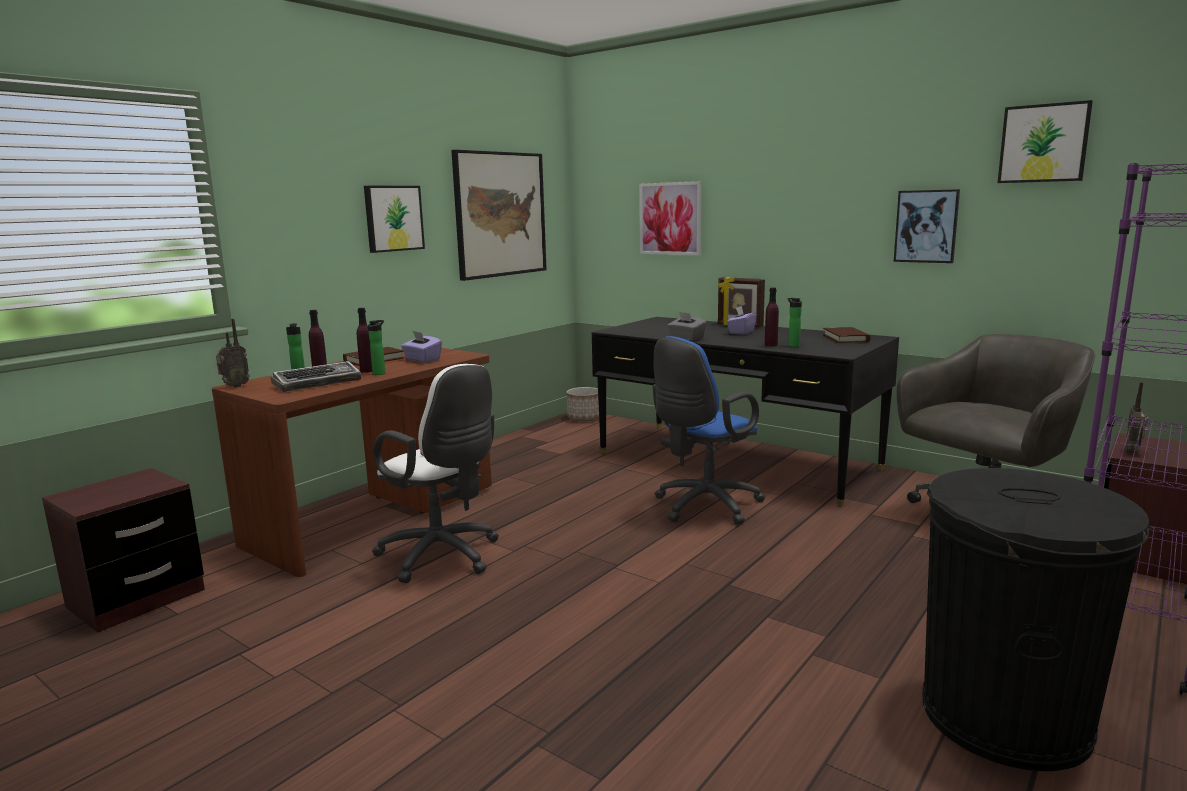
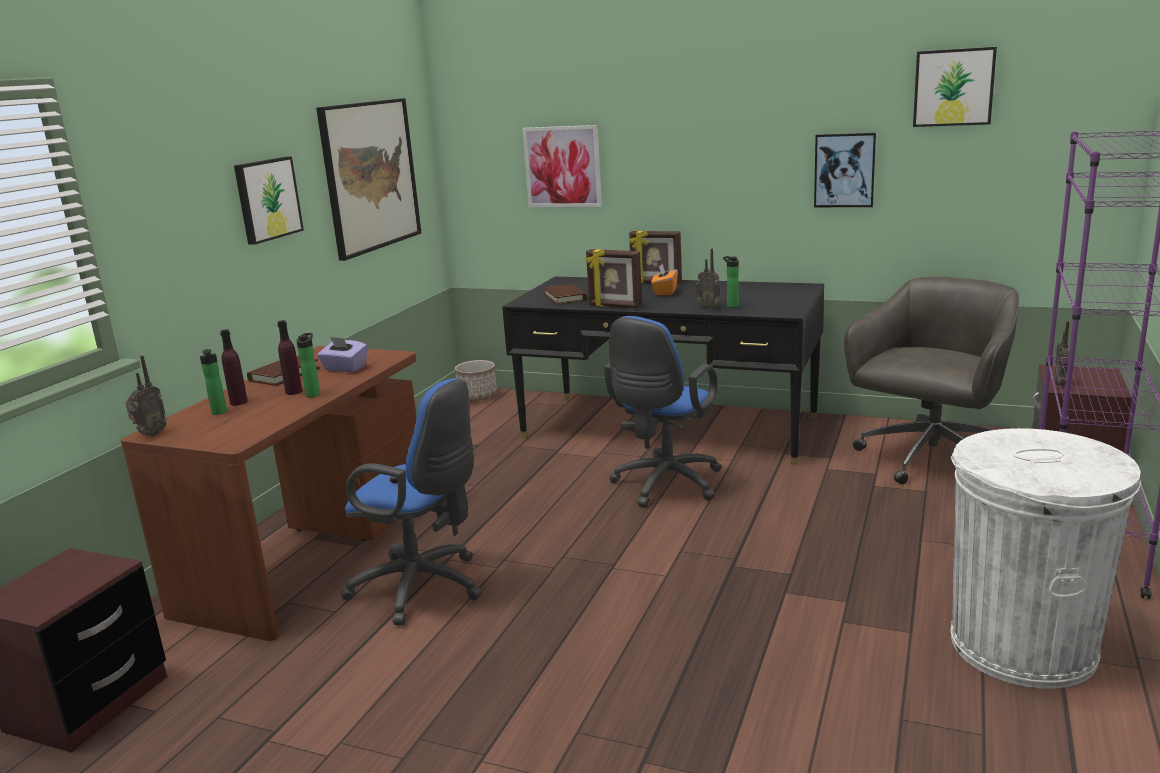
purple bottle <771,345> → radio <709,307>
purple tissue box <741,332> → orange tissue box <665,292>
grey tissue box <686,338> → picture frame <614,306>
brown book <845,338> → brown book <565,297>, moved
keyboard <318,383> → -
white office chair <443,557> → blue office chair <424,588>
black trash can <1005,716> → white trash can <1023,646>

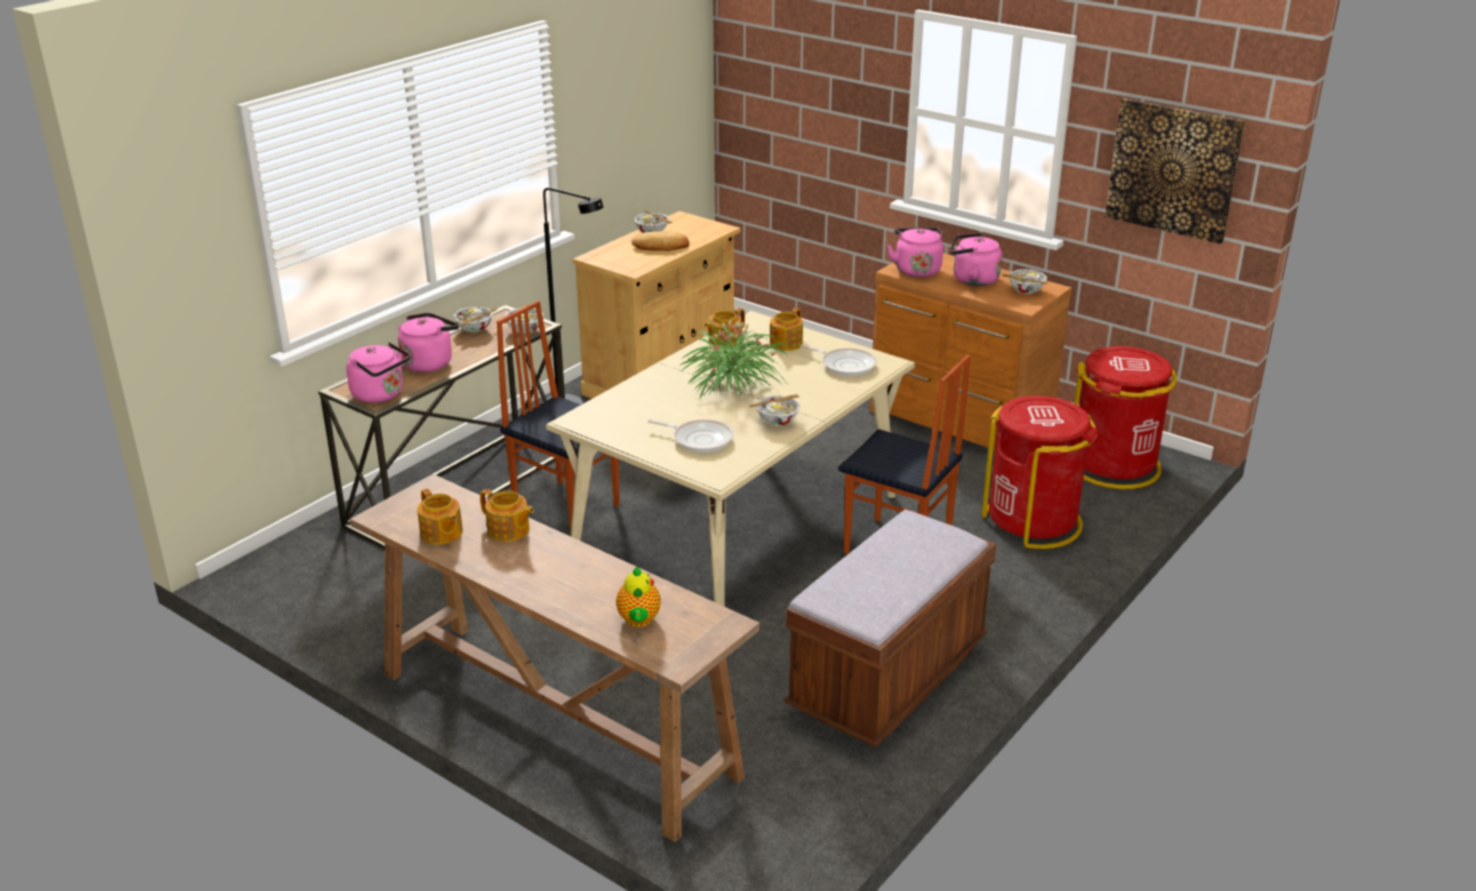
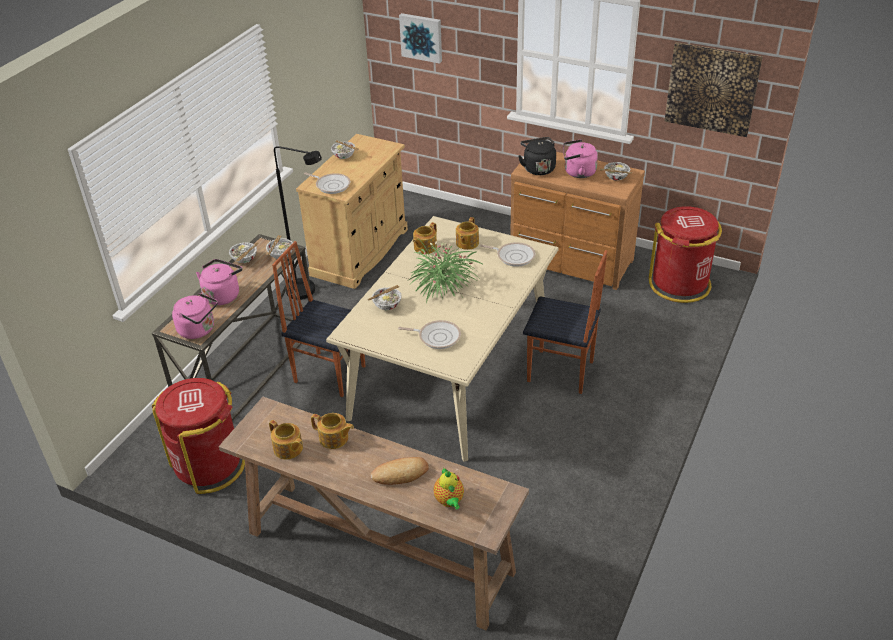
pink kettle <916,270> → black kettle <538,168>
bread <661,246> → bread <400,474>, moved
bowl <777,421> → bowl <387,305>, moved
red trash can <1033,522> → red trash can <209,465>, moved
brown bench <888,679> → -
- → picture <421,37>
- → frying pan <331,185>

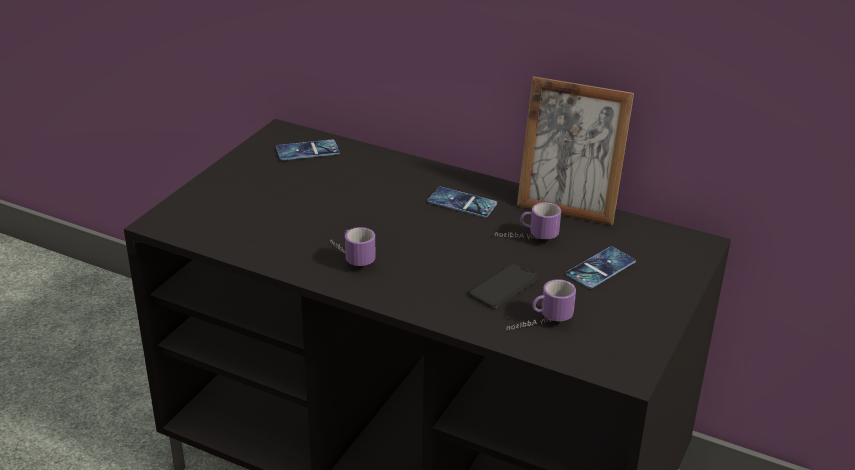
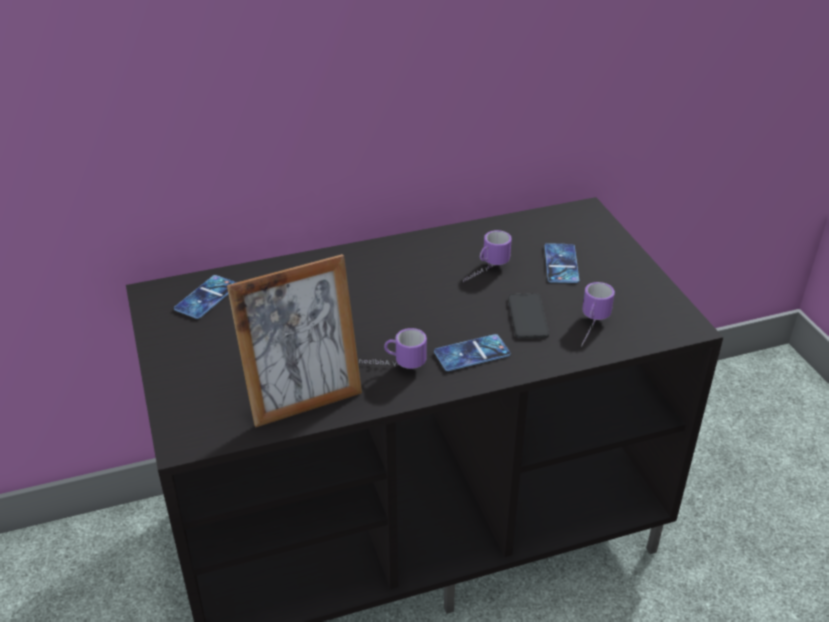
picture frame <567,208> → picture frame <303,399>, moved
phone <462,203> → phone <472,353>, moved

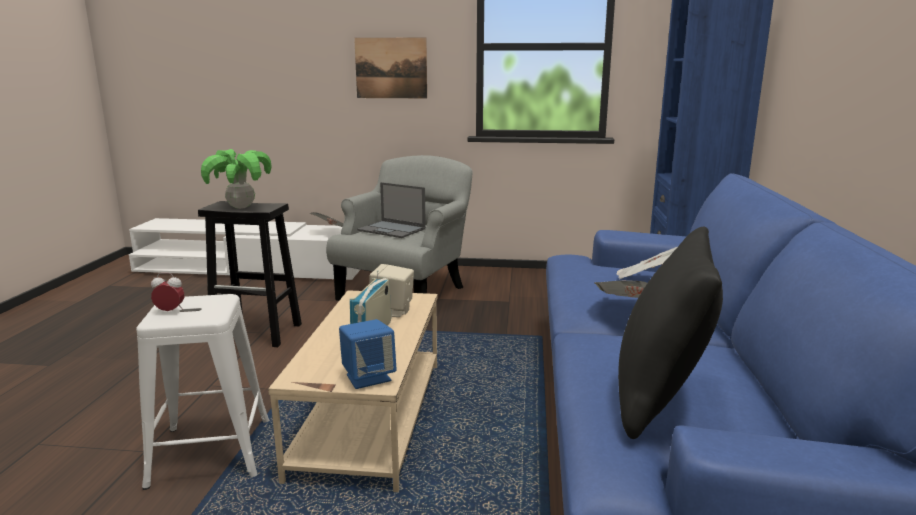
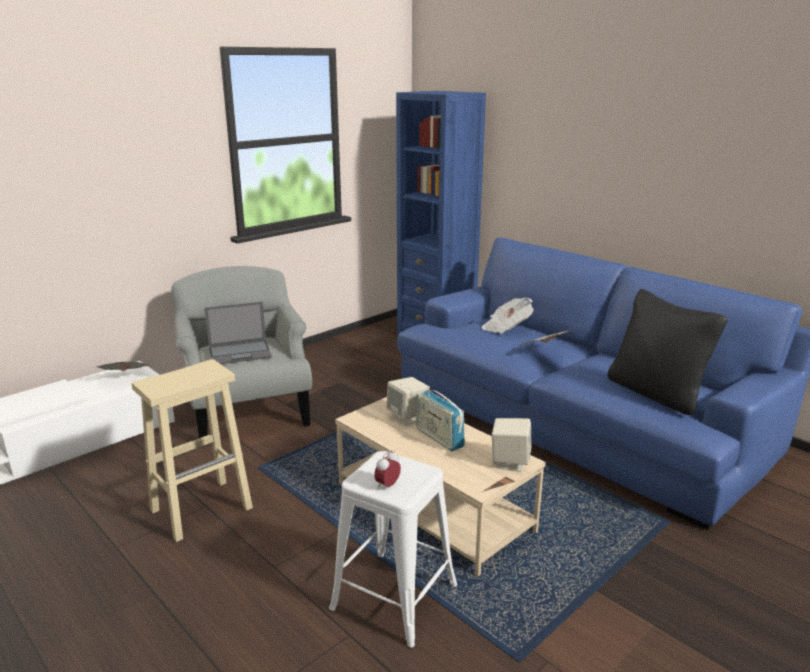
picture <391,68> → -
potted plant <241,207> → -
black stool <258,333> → beige stool <203,508>
blue speaker <368,377> → beige speaker <509,462>

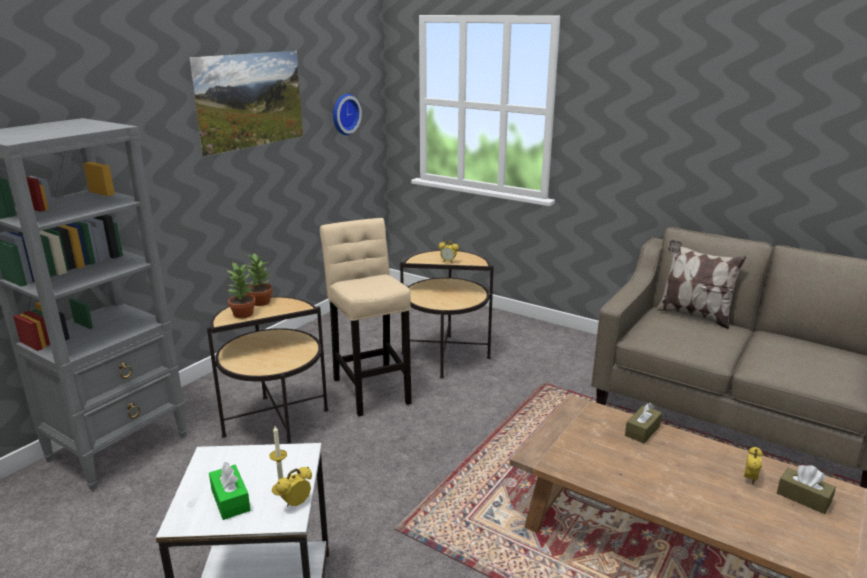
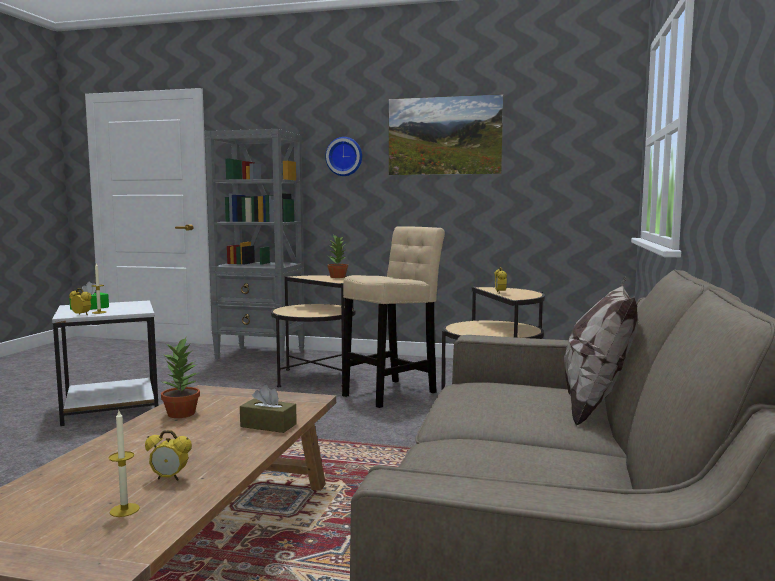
wall clock <344,114> → wall clock <344,156>, moved
potted plant <243,314> → potted plant <182,414>, moved
brown tissue box <803,498> → candle <124,510>

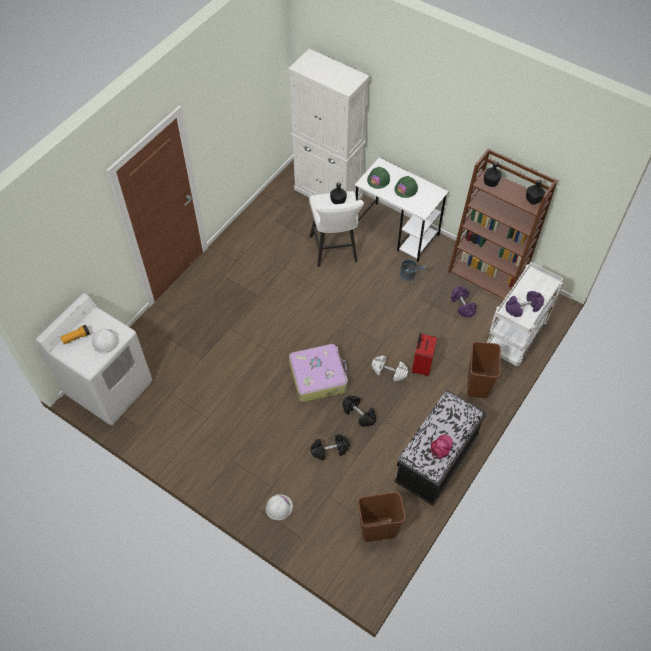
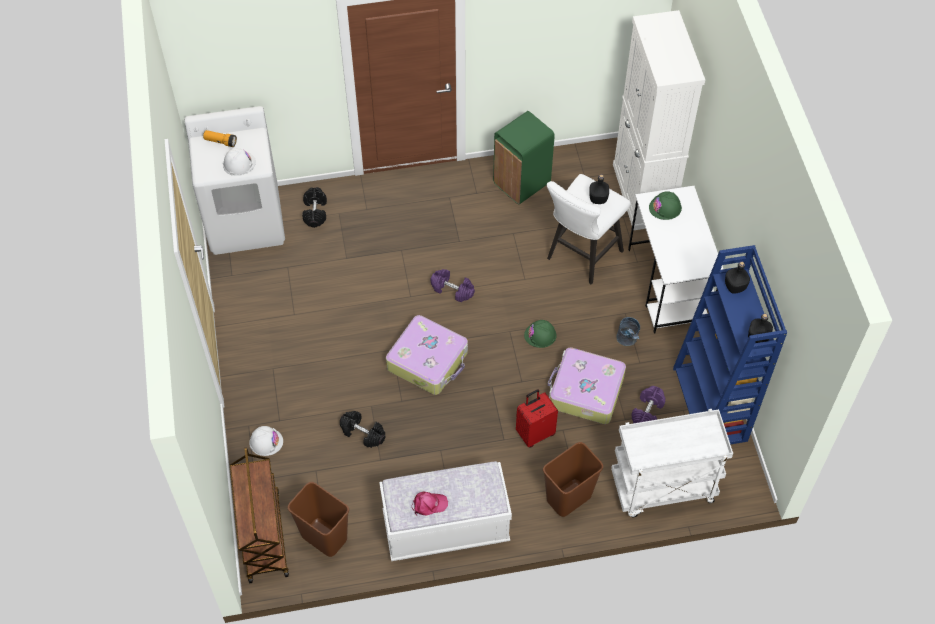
brown bookcase <487,275> → blue bookcase <711,405>
green hard hat <406,189> → green hard hat <540,335>, moved
purple dumbbell <523,307> → purple dumbbell <452,290>, moved
white dumbbell <389,372> → -
black bench <436,460> → white bench <446,528>
black dumbbell <359,414> → black dumbbell <315,212>, moved
- → green trash can <522,183>
- → suitcase <585,391>
- → brown cart <263,535>

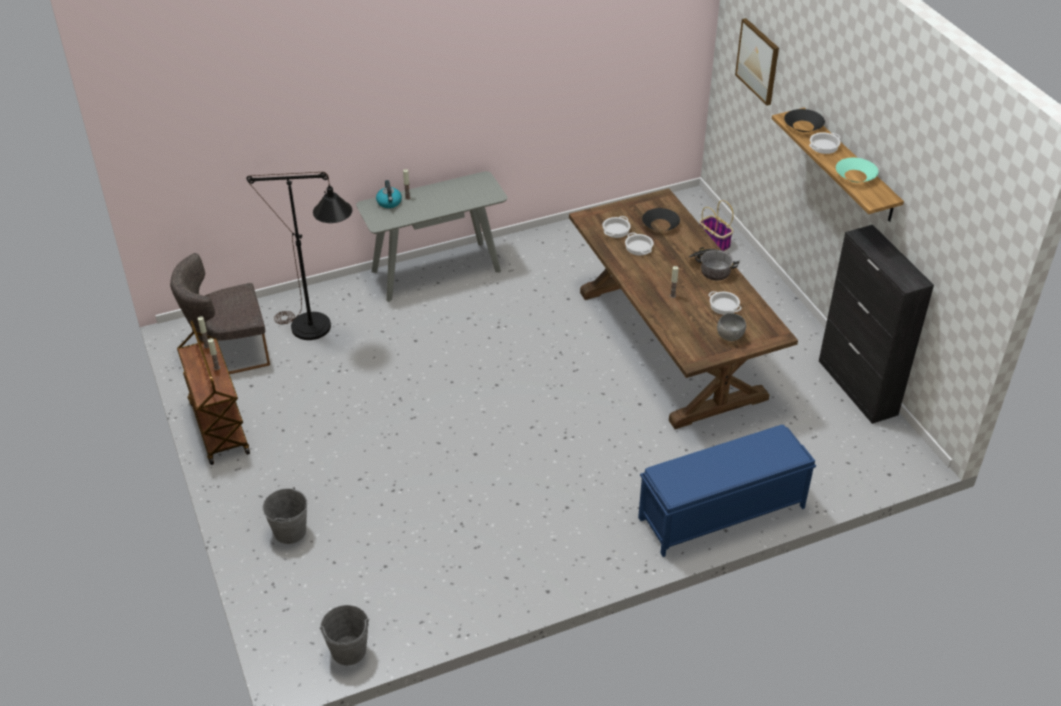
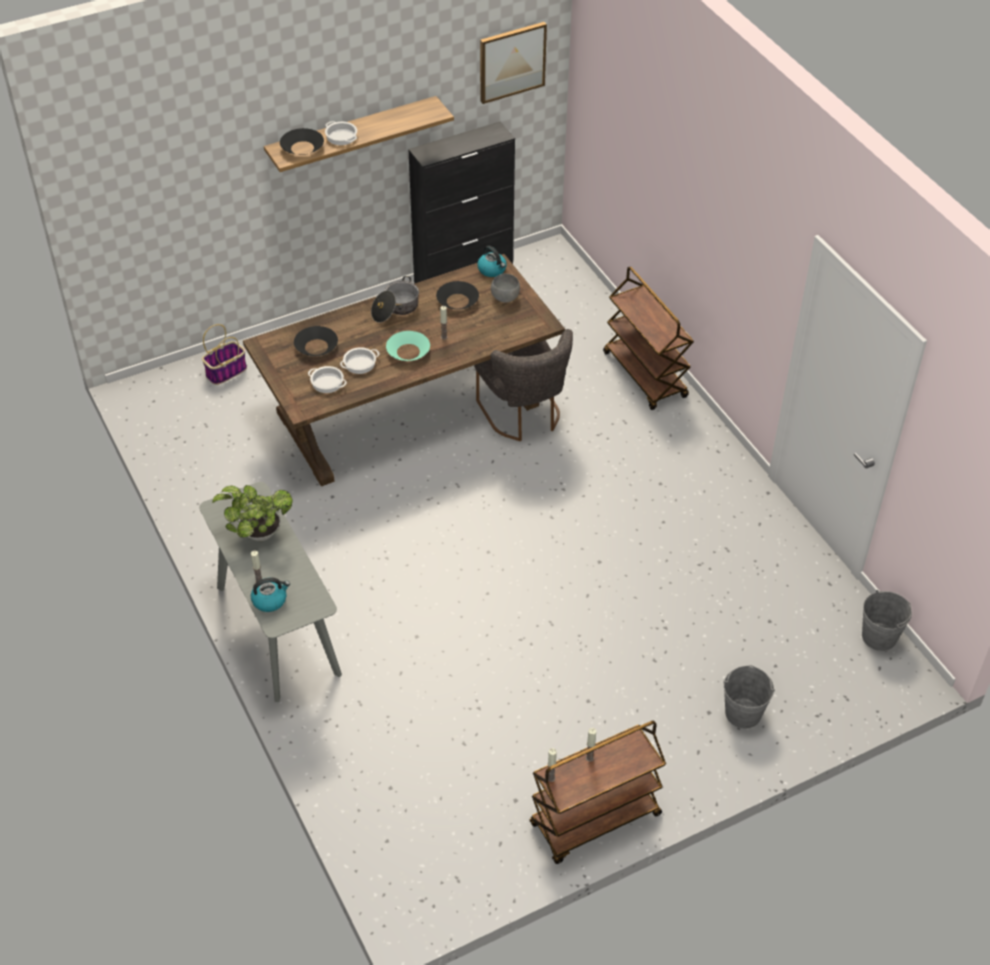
picture <758,61> → picture <512,61>, moved
turquoise bowl <855,176> → turquoise bowl <408,351>, moved
black floor lamp <321,330> → -
grey chair <229,352> → grey chair <524,416>, moved
cooking pot <723,306> → black bowl <457,301>
blue bench <720,513> → brown cart <645,375>
- → kettle <492,270>
- → potted plant <257,533>

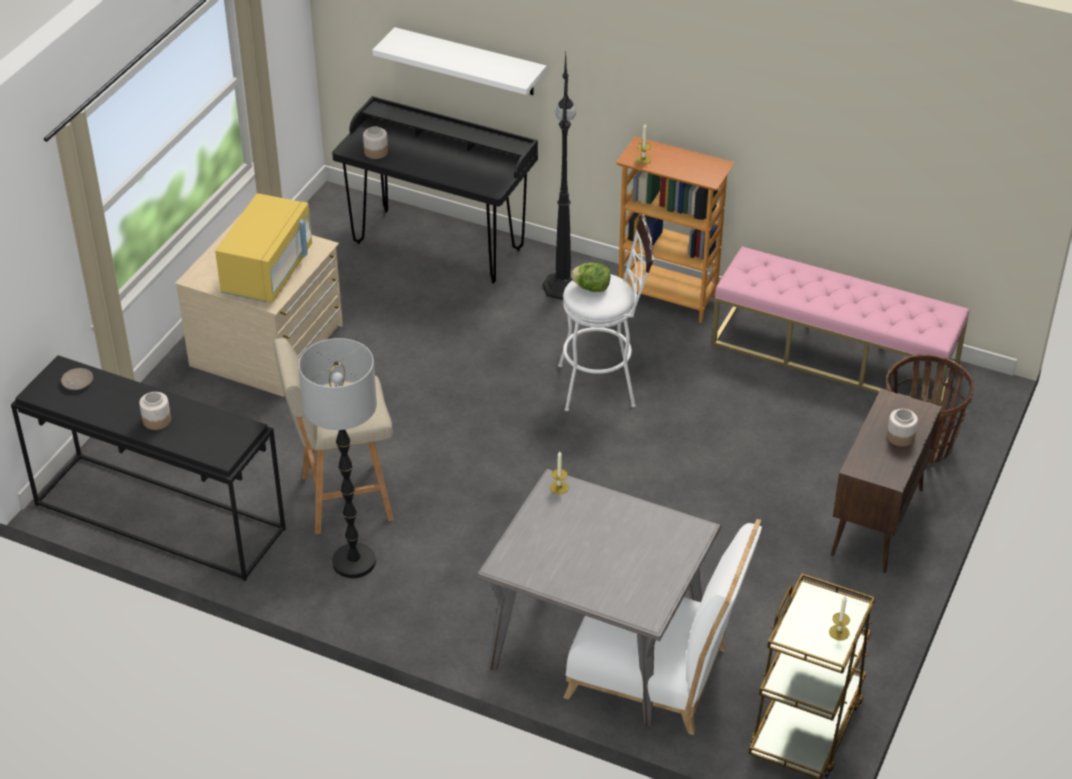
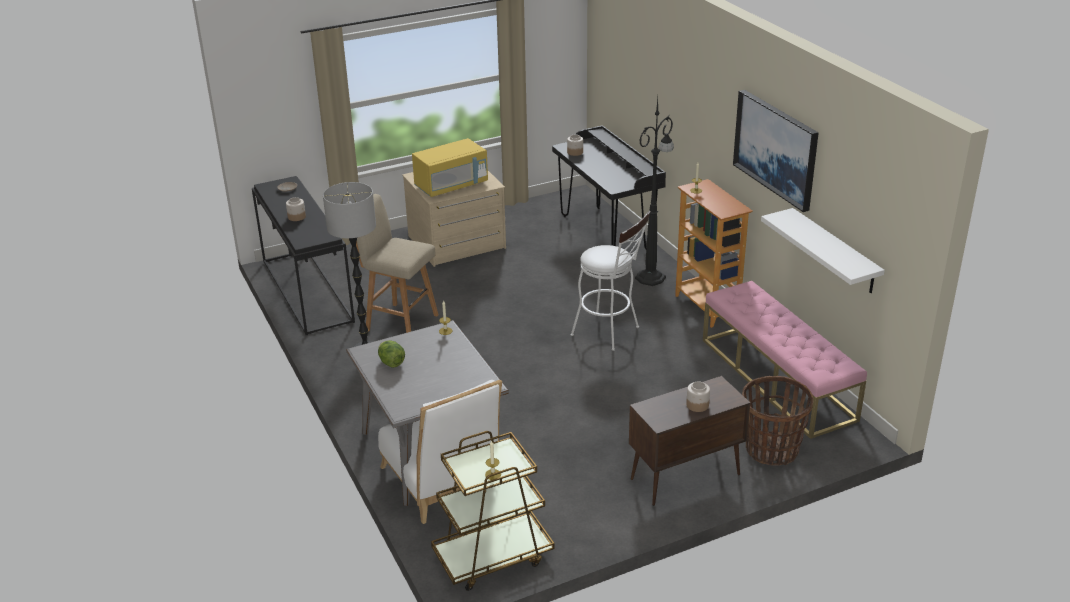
white shelf <469,62> → white shelf <834,251>, moved
lettuce <591,288> → lettuce <391,363>, moved
- → picture <776,148>

